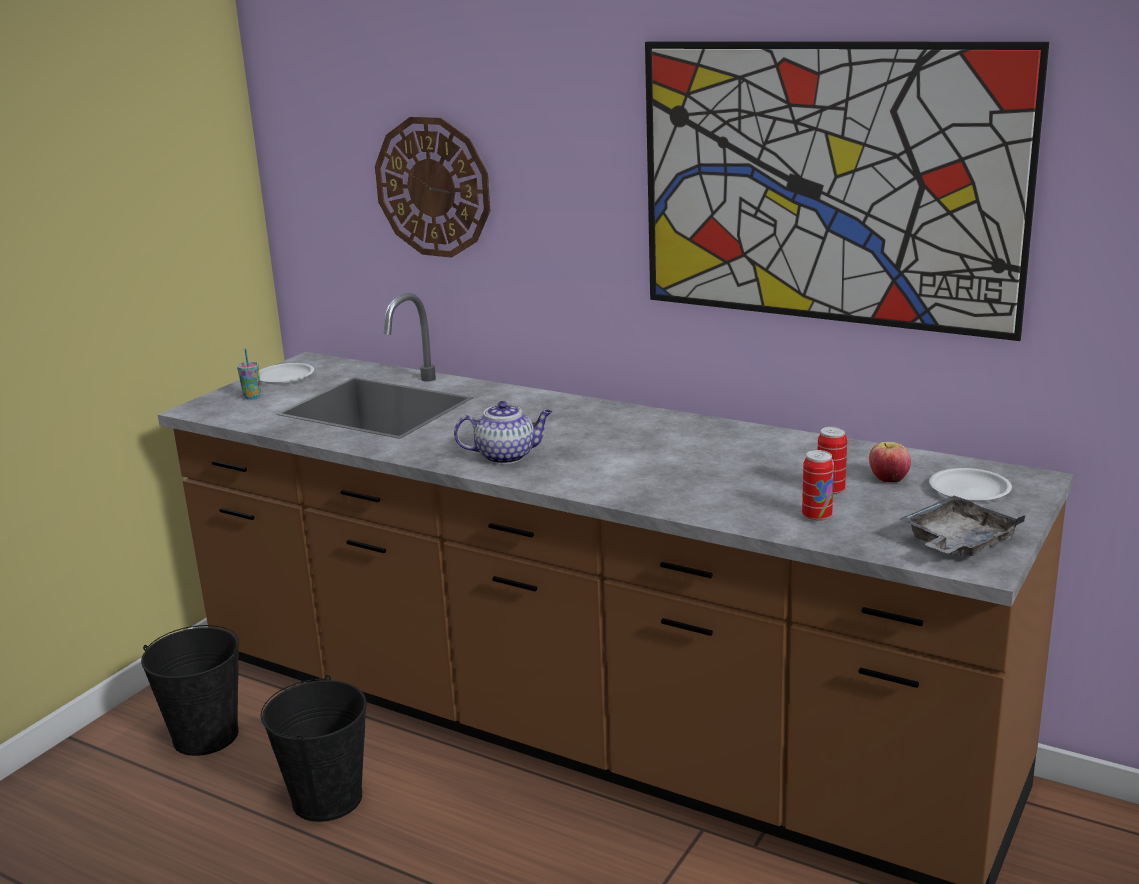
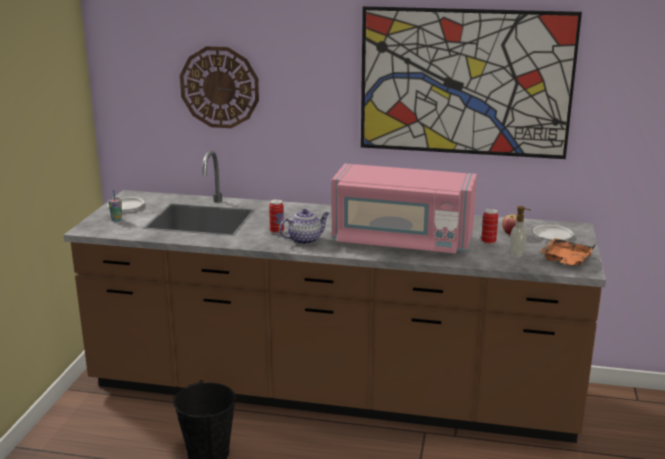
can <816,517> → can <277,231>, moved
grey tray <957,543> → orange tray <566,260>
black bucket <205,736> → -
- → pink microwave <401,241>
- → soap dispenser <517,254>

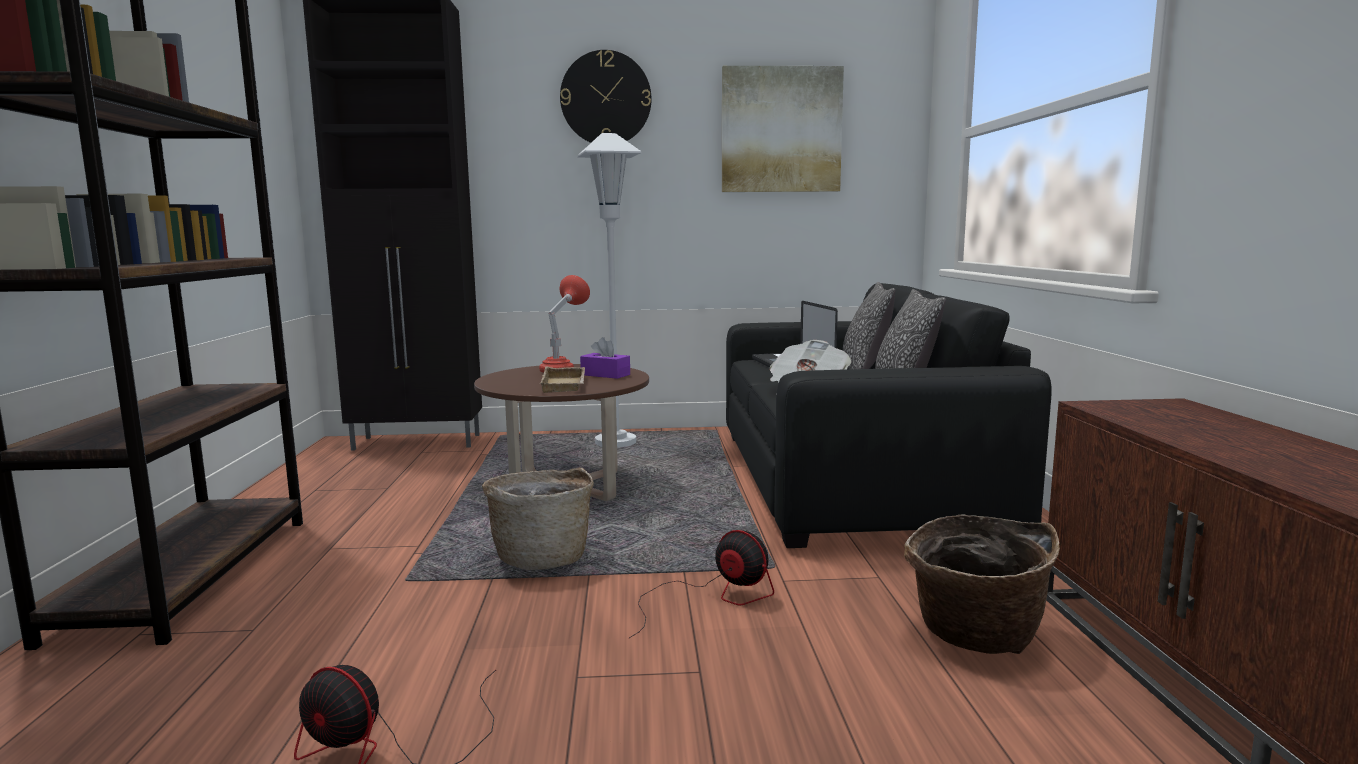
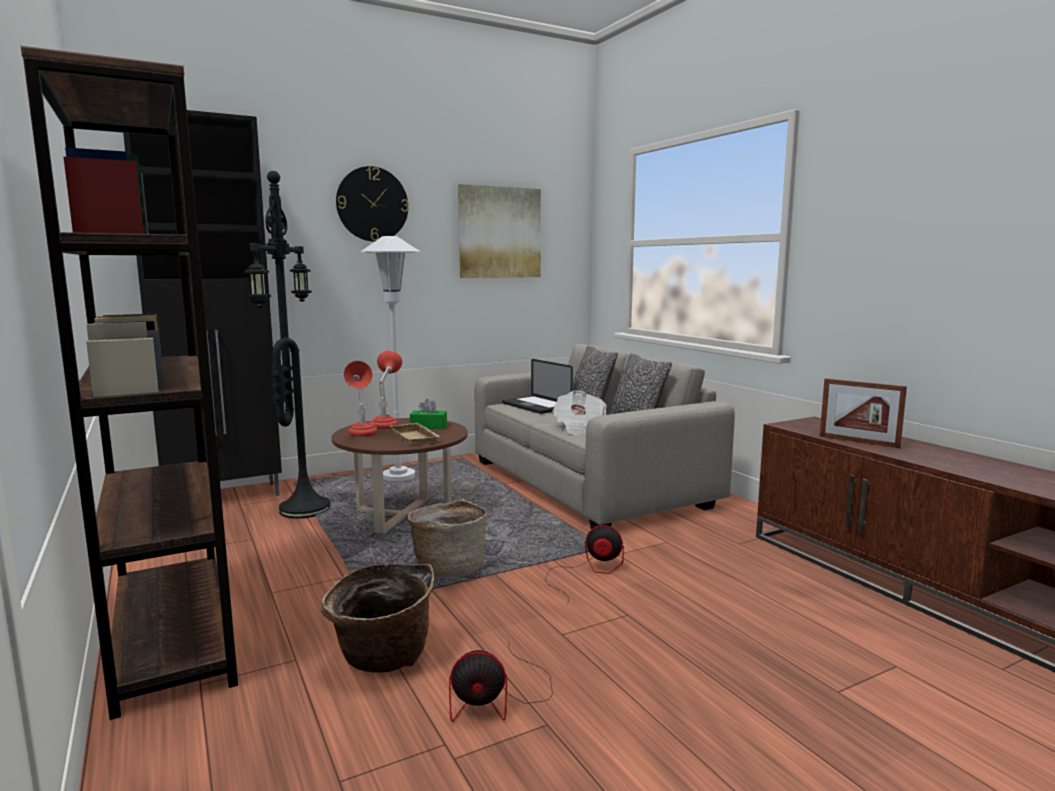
black sofa <850,478> → beige sofa <589,482>
purple tissue box <605,375> → green tissue box <428,426>
basket <973,637> → basket <382,659>, moved
- → black floor lamp <302,508>
- → red table lamp <362,436>
- → picture frame <858,441>

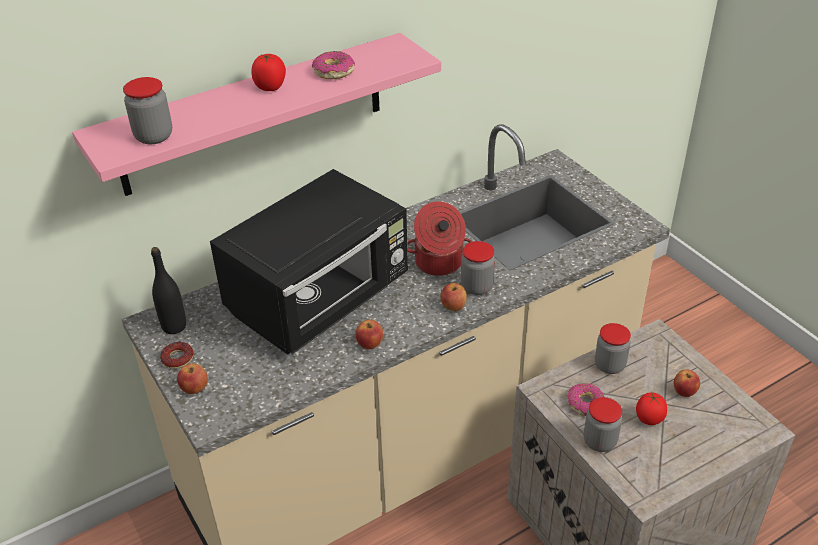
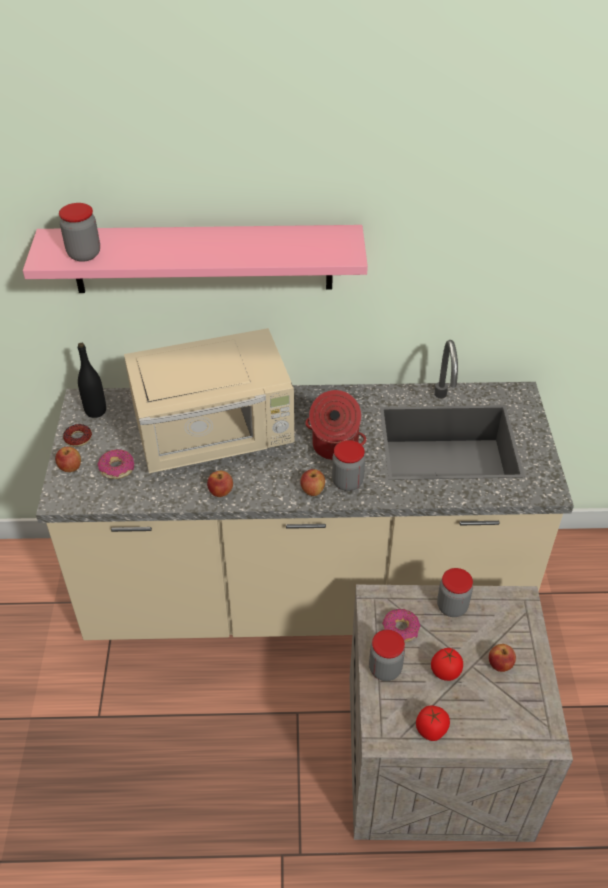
donut <333,72> → donut <117,468>, moved
tomato <271,87> → tomato <431,731>, moved
black microwave <321,299> → beige microwave <216,437>

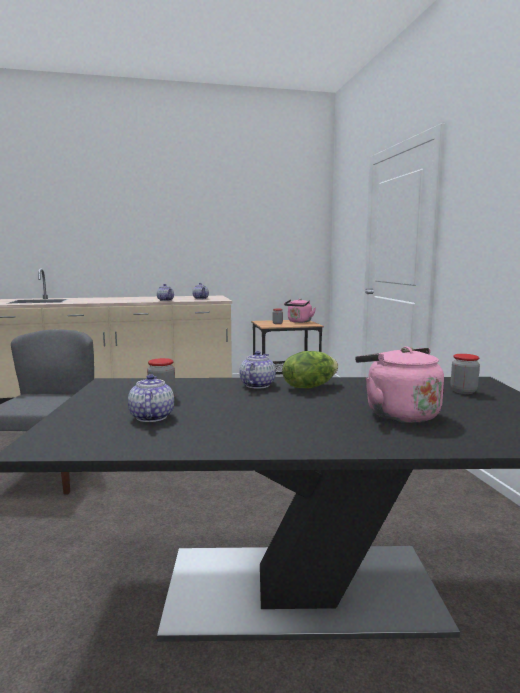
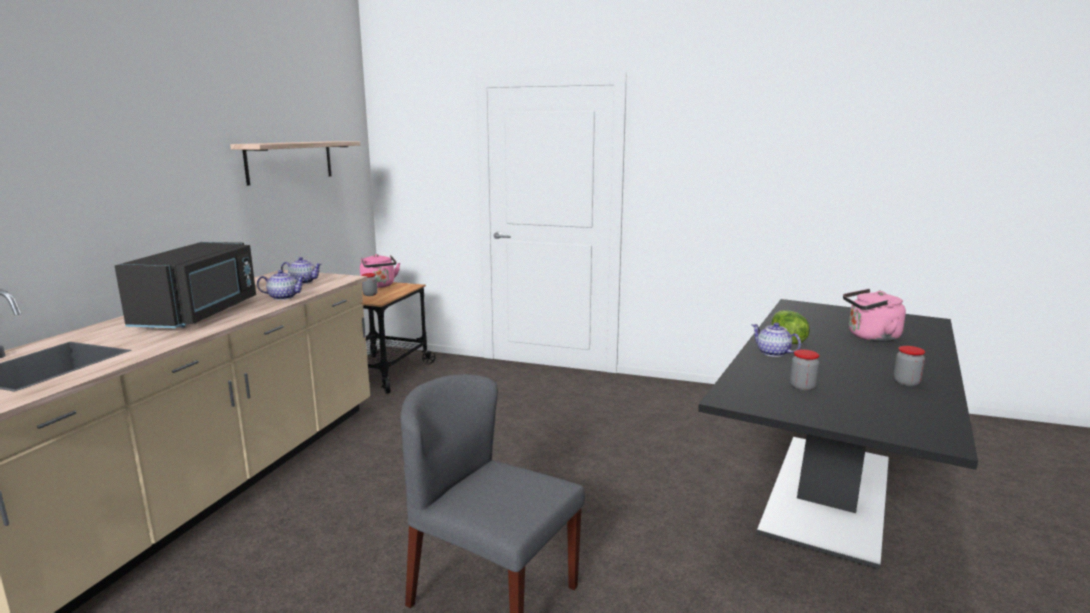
jar <463,391> → jar <906,382>, moved
teapot <151,417> → -
- → shelf <290,161>
- → black microwave <200,314>

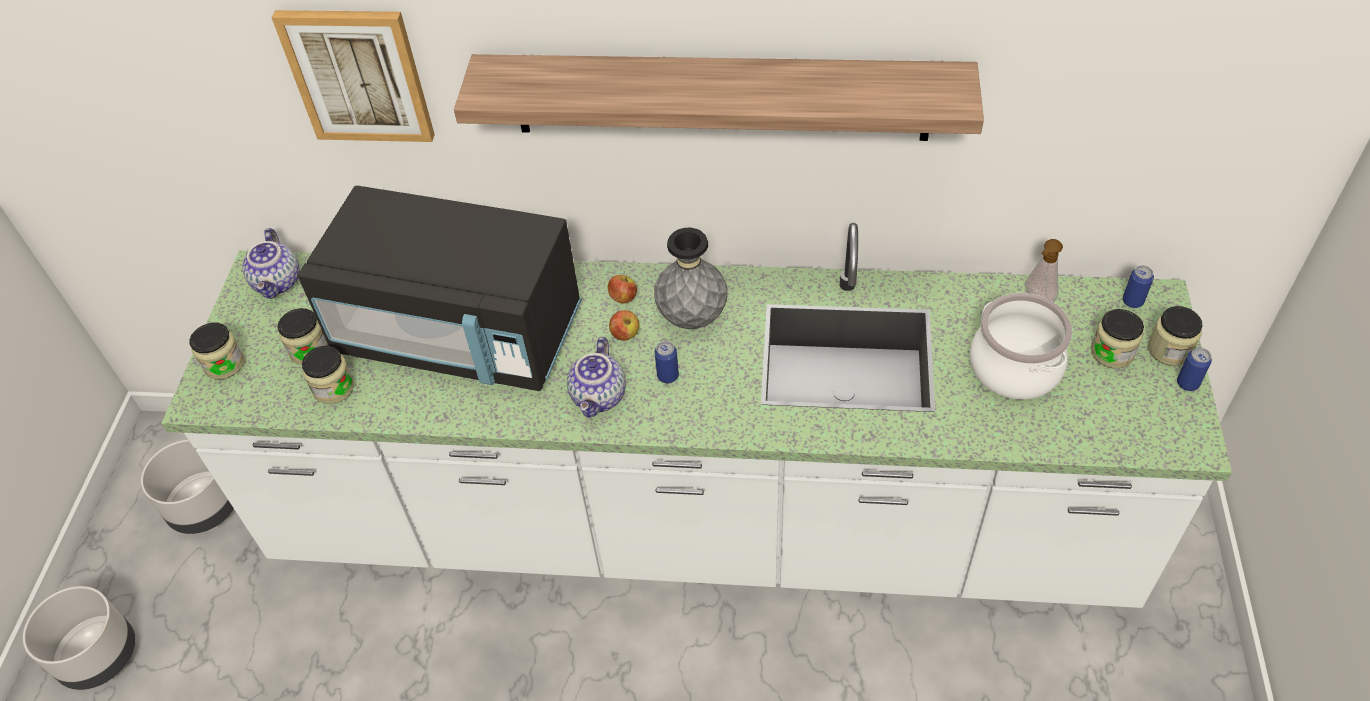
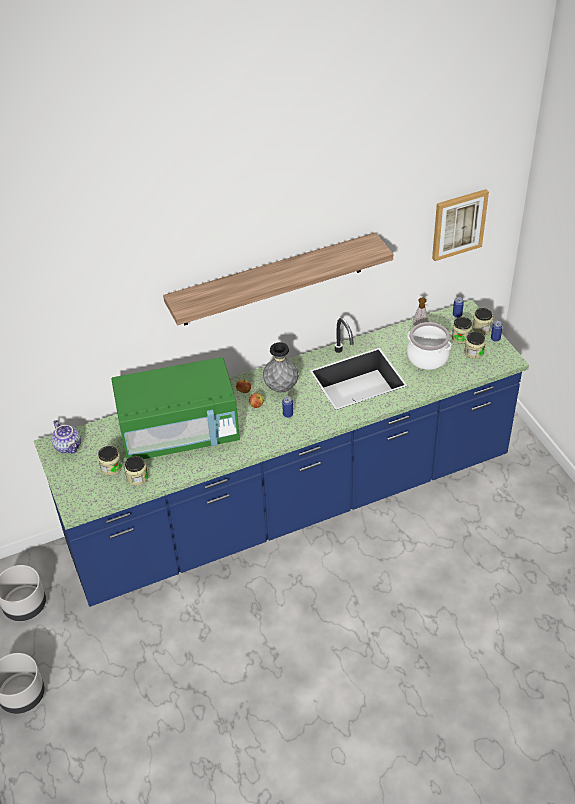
picture <358,75> → picture <458,224>, moved
black microwave <461,334> → green microwave <180,434>
white counter <698,523> → blue counter <292,504>
jar <224,364> → jar <474,352>, moved
teapot <600,397> → -

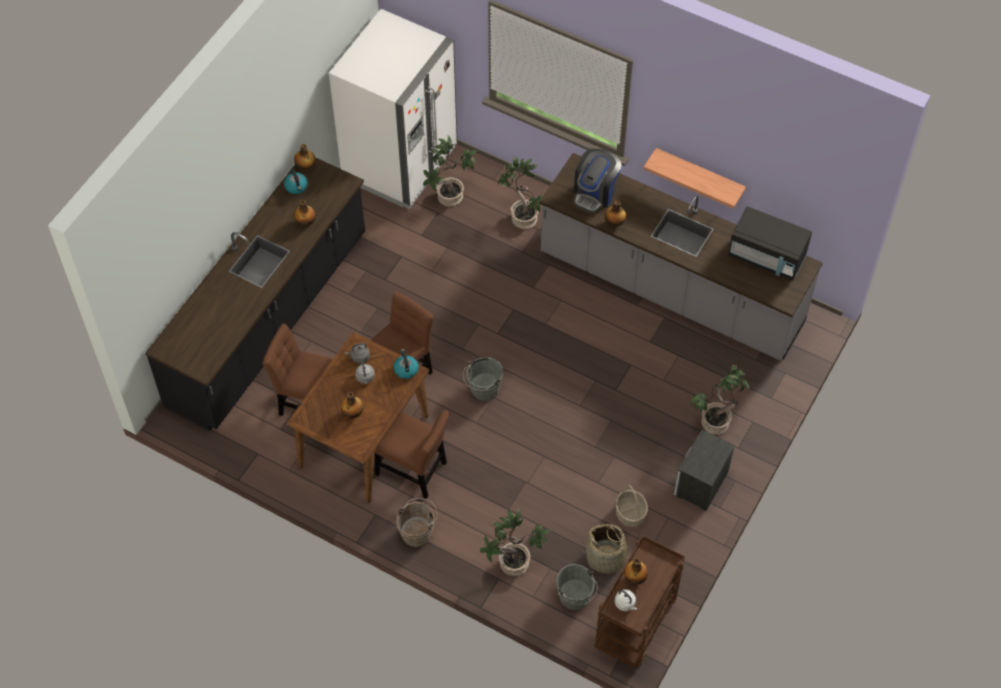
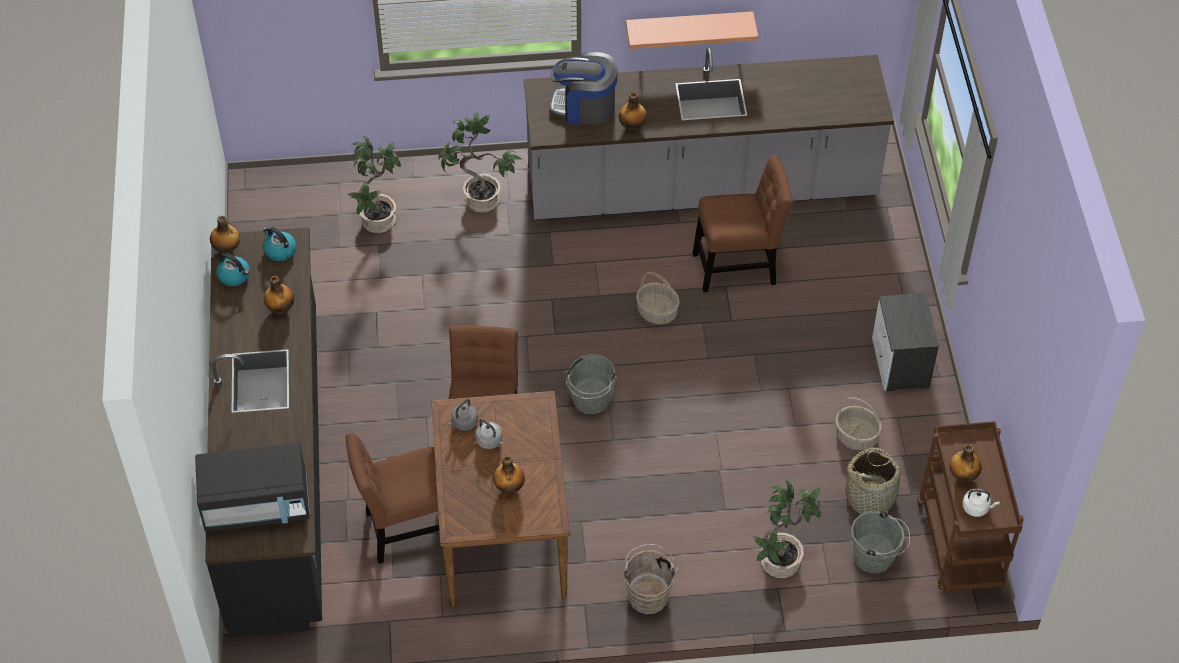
white fridge <400,163> → -
coffee machine <595,193> → coffee machine <584,107>, 105 degrees clockwise
black microwave <767,256> → black microwave <257,505>, moved
kettle <405,369> → kettle <279,250>, moved
potted plant <715,421> → -
brown chair <414,471> → brown chair <739,267>, moved
- → basket <657,312>

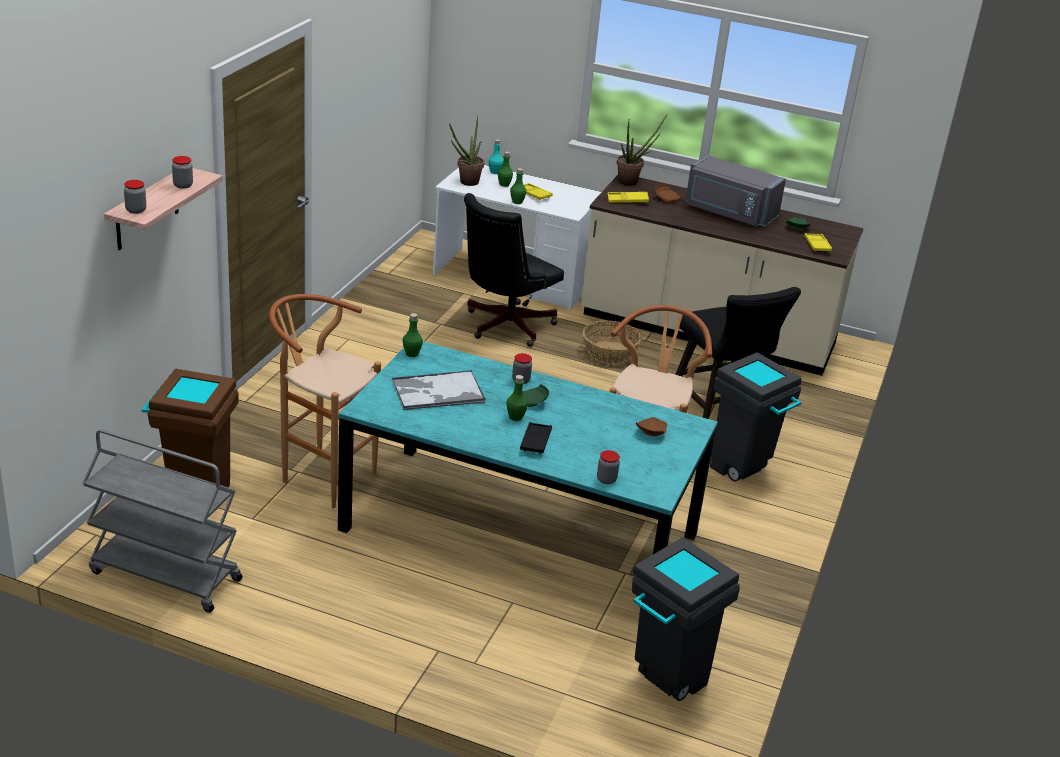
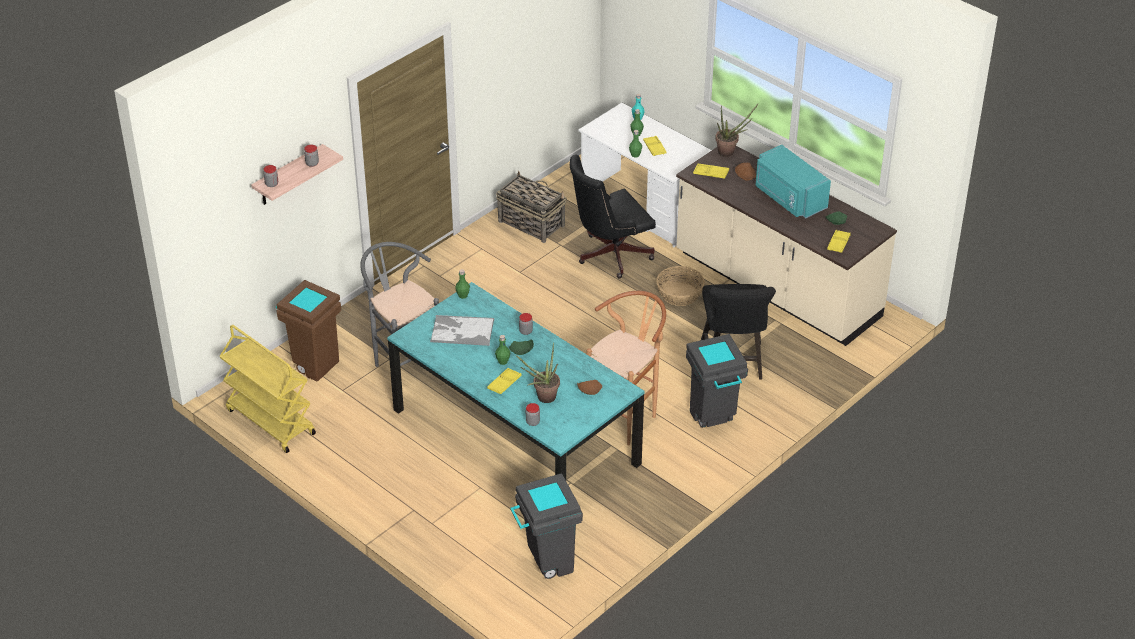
potted plant <466,183> → potted plant <542,398>, moved
grey microwave <729,213> → turquoise microwave <789,198>
brown stool <321,476> → grey stool <403,365>
black tray <535,441> → yellow tray <504,383>
grey cart <164,576> → yellow cart <270,421>
- → basket <530,223>

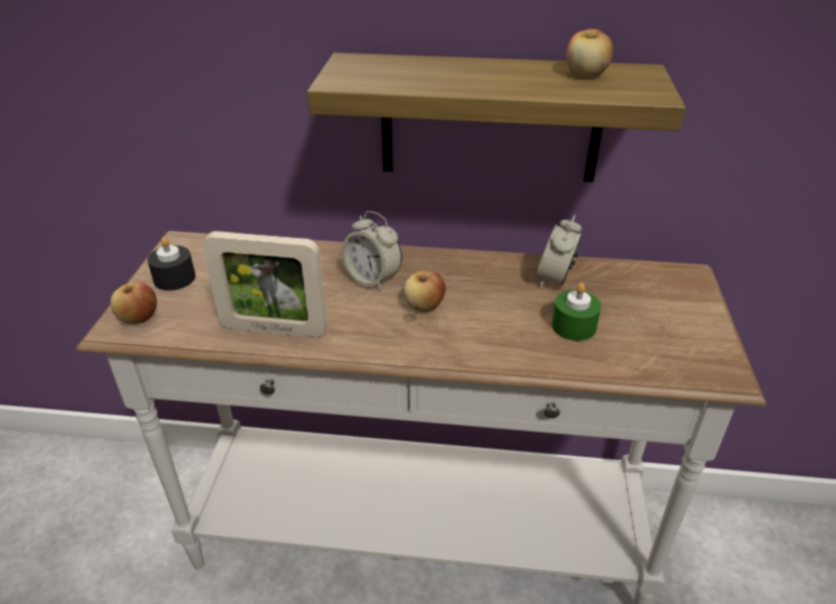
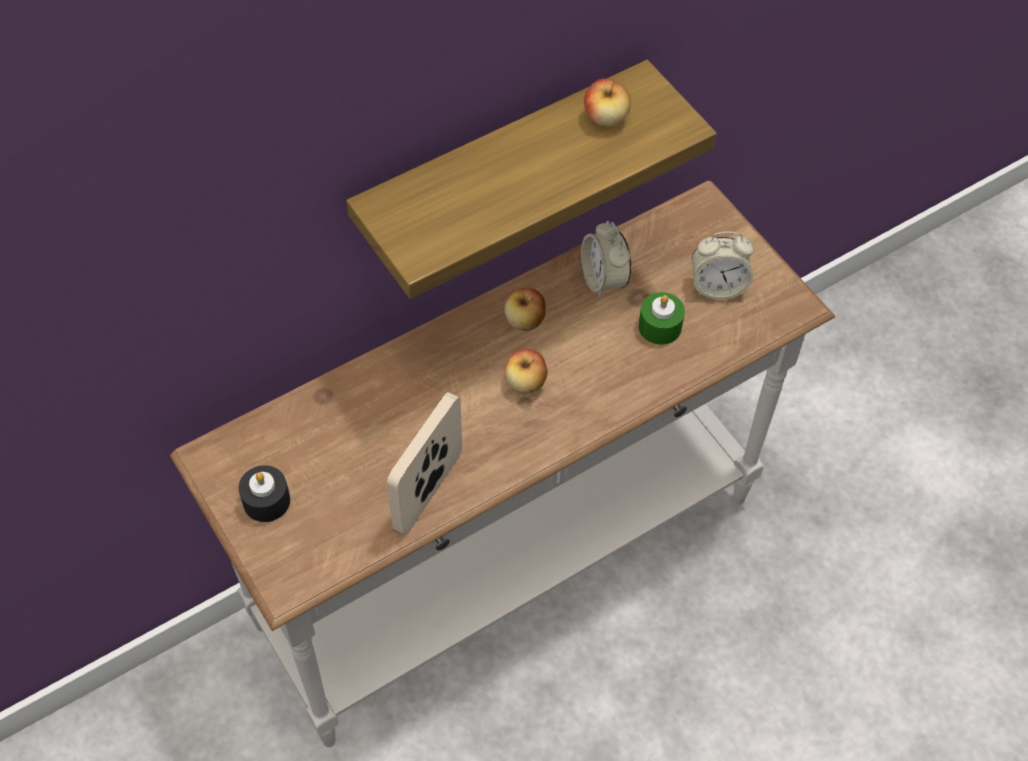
alarm clock <373,279> → alarm clock <717,286>, moved
picture frame <274,329> → picture frame <428,492>, 150 degrees clockwise
apple <139,318> → apple <525,321>, moved

